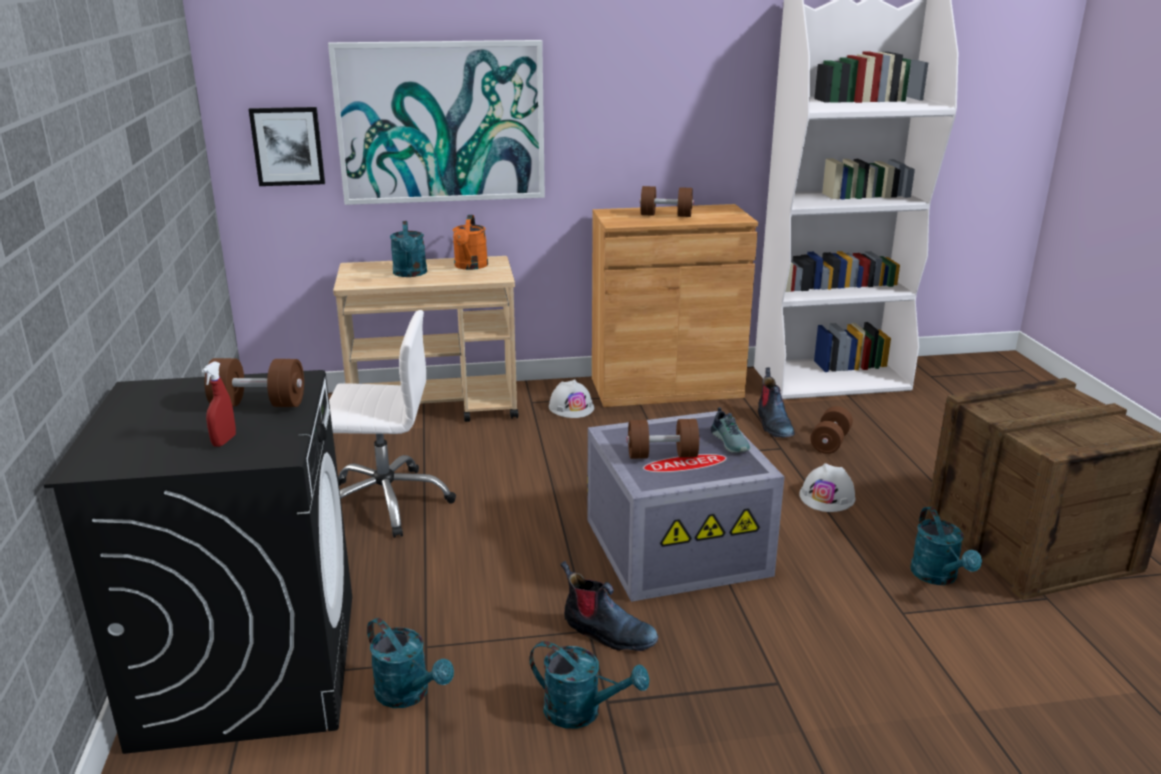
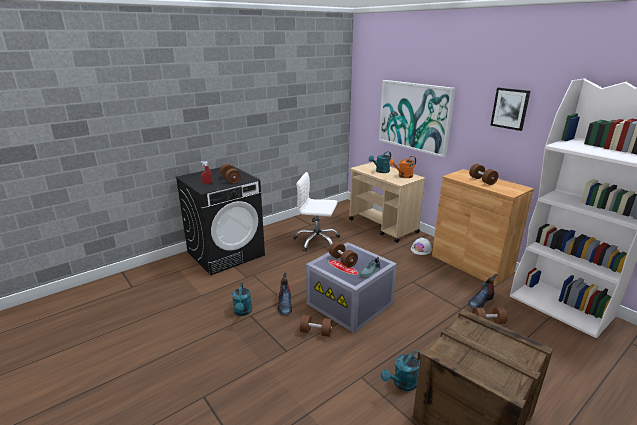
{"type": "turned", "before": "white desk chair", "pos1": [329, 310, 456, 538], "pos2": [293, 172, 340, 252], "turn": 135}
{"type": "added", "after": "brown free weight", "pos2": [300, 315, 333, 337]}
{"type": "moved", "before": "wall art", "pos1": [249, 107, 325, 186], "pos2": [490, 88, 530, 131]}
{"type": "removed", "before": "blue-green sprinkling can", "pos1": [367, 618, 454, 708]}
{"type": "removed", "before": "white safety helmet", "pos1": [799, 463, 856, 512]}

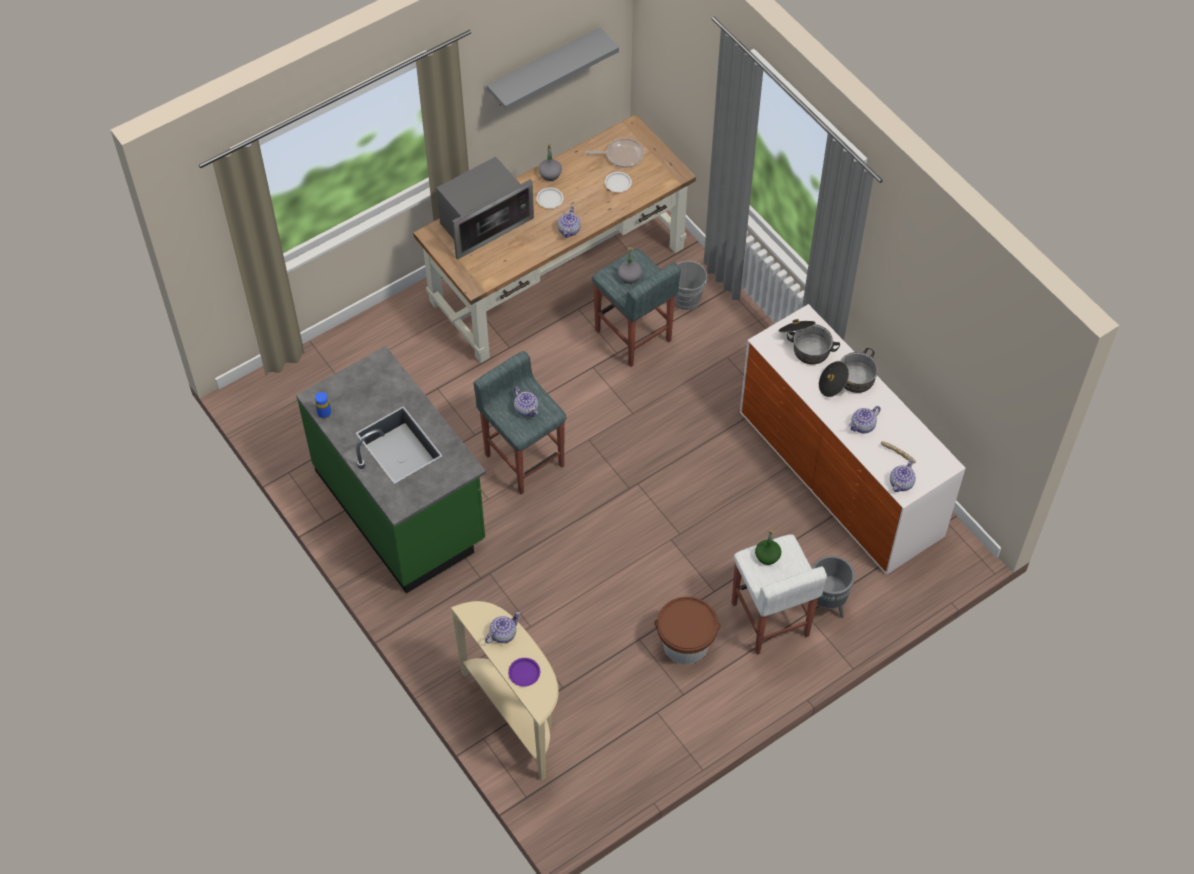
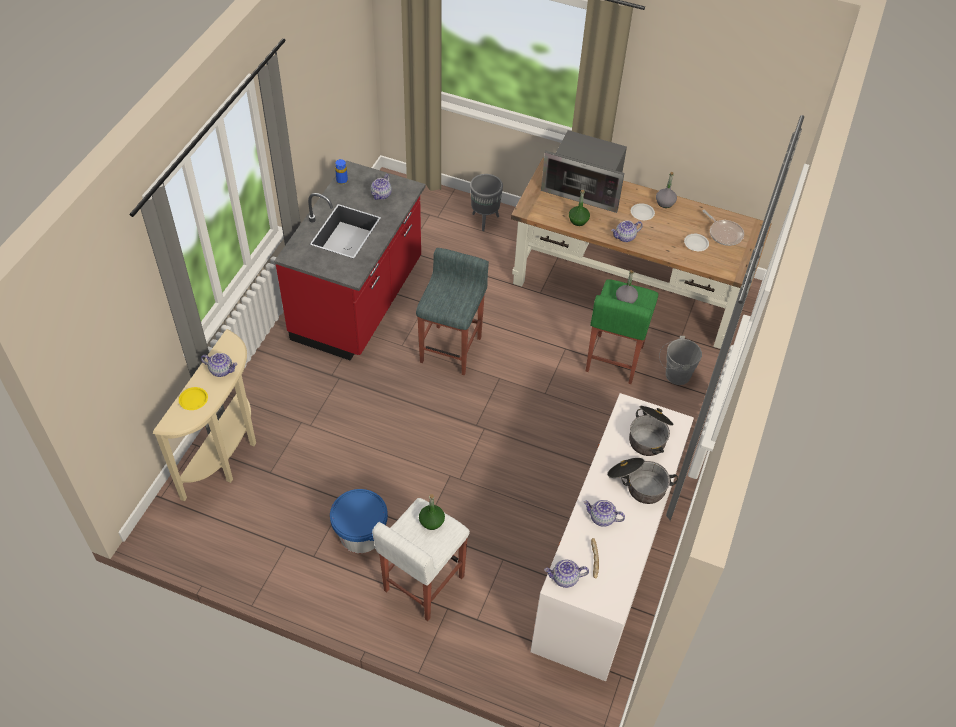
{"type": "recoloured", "before": "purple-coloured plate", "after": "yellow-coloured plate", "pos1": [508, 658, 540, 687], "pos2": [179, 387, 208, 410]}
{"type": "recoloured", "before": "green-coloured kitchen counter", "after": "red-coloured kitchen counter", "pos1": [296, 346, 486, 594], "pos2": [274, 160, 426, 361]}
{"type": "recoloured", "before": "brown pail", "after": "blue-coloured pail", "pos1": [654, 597, 720, 665], "pos2": [330, 489, 388, 553]}
{"type": "moved", "before": "tea pot", "pos1": [514, 387, 538, 417], "pos2": [371, 174, 392, 200]}
{"type": "moved", "before": "greyish plant pot", "pos1": [812, 556, 855, 618], "pos2": [470, 174, 503, 231]}
{"type": "added", "after": "green-coloured bottle", "pos2": [569, 190, 590, 226]}
{"type": "recoloured", "before": "greyish stool seat", "after": "green-coloured stool seat", "pos1": [592, 249, 681, 367], "pos2": [586, 279, 658, 384]}
{"type": "removed", "before": "greyish wall shelf", "pos1": [487, 27, 619, 110]}

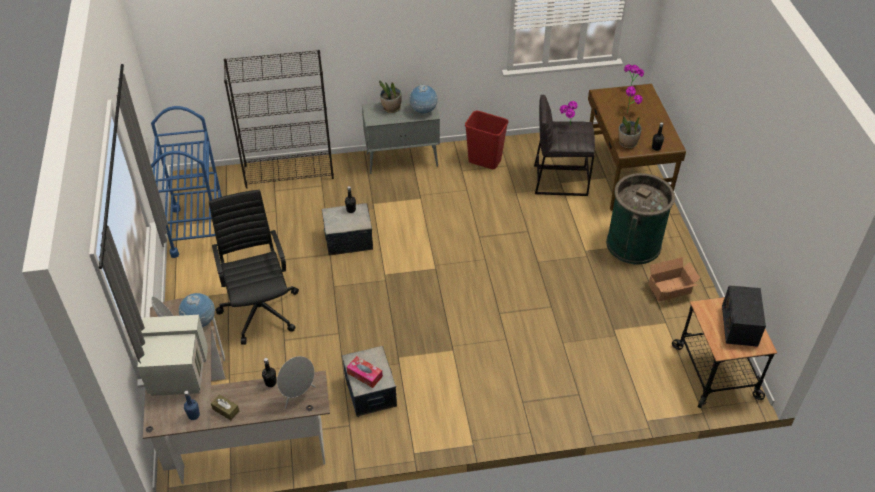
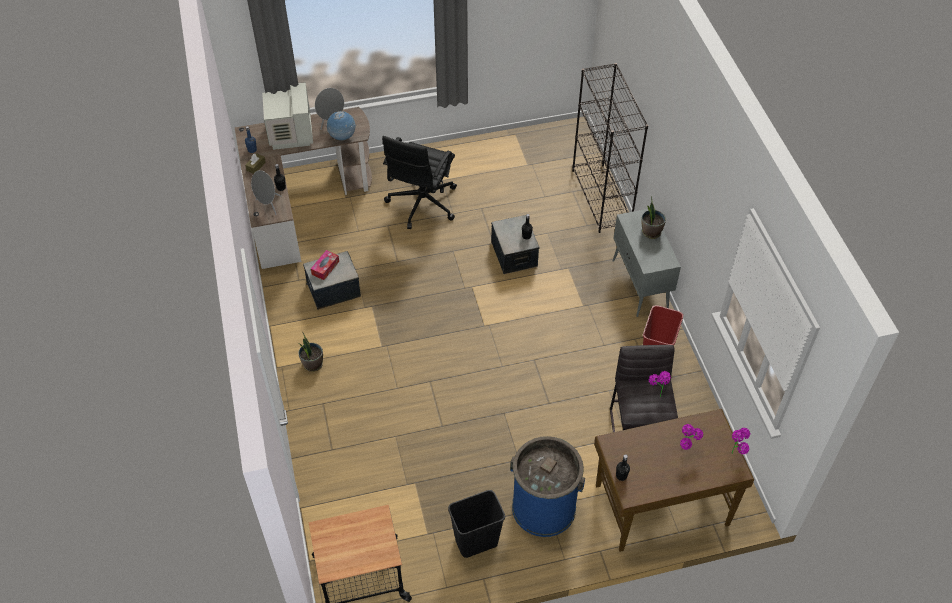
{"type": "moved", "before": "plant in a pot", "pos1": [618, 116, 642, 148], "pos2": [298, 332, 323, 372]}
{"type": "turned", "before": "black desk chair", "pos1": [209, 190, 299, 345], "pos2": [382, 136, 457, 229], "turn": 135}
{"type": "replaced", "before": "carton", "after": "black trash can", "pos1": [648, 257, 700, 302], "pos2": [448, 490, 505, 558]}
{"type": "recoloured", "before": "green-coloured trash can", "after": "blue-coloured trash can", "pos1": [606, 173, 675, 264], "pos2": [510, 436, 585, 537]}
{"type": "removed", "before": "blue-coloured trolley", "pos1": [151, 106, 222, 258]}
{"type": "removed", "before": "desk globe", "pos1": [410, 85, 438, 114]}
{"type": "removed", "before": "radio receiver", "pos1": [722, 285, 766, 347]}

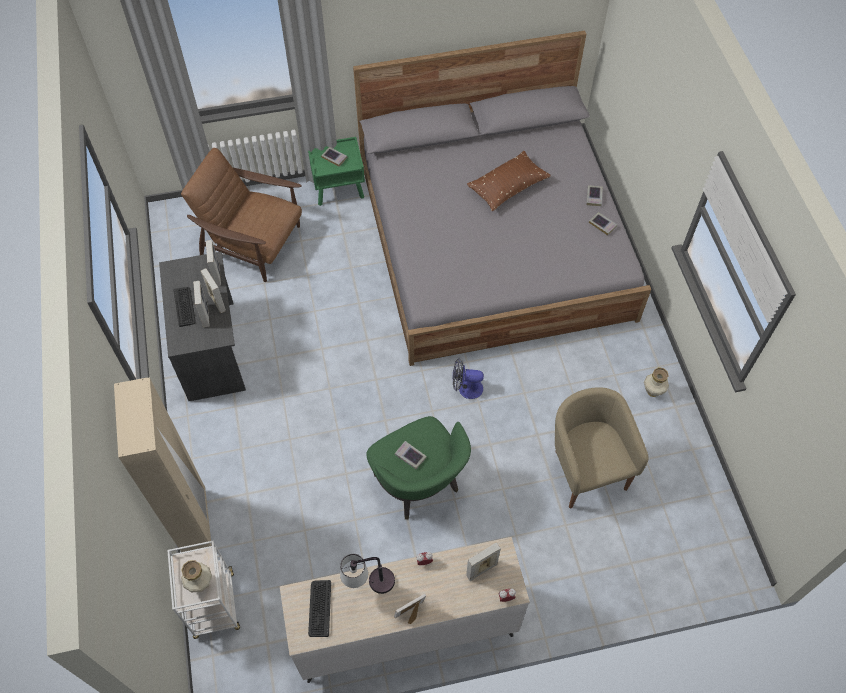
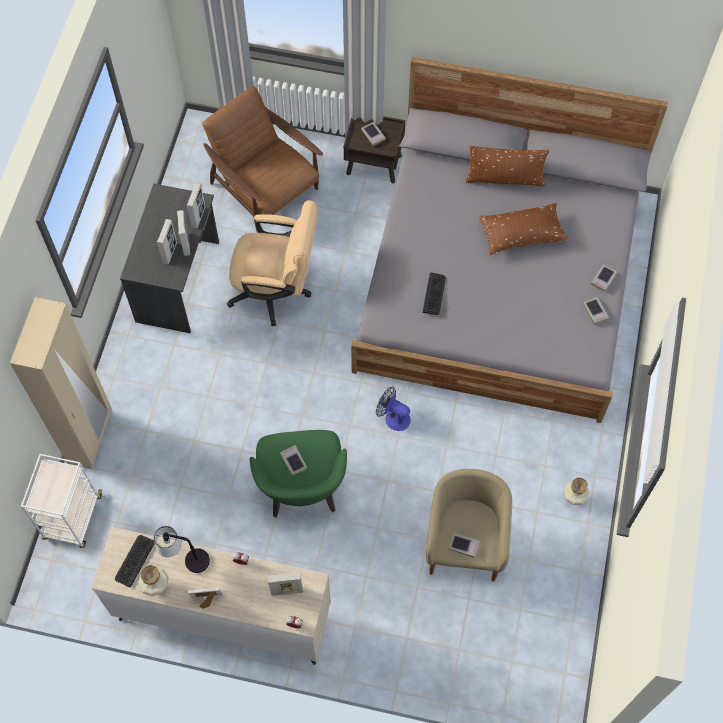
{"type": "moved", "before": "flower vase", "pos1": [181, 560, 212, 593], "pos2": [139, 565, 169, 596]}
{"type": "added", "after": "sand-coloured desk chair", "pos2": [227, 200, 317, 326]}
{"type": "recoloured", "before": "green-coloured bedside table", "after": "brown bedside table", "pos1": [308, 137, 365, 206], "pos2": [344, 116, 405, 183]}
{"type": "moved", "before": "PC keyboard", "pos1": [173, 287, 196, 327], "pos2": [423, 272, 446, 315]}
{"type": "added", "after": "volume", "pos2": [448, 533, 480, 558]}
{"type": "added", "after": "brown throw pillow", "pos2": [465, 146, 549, 187]}

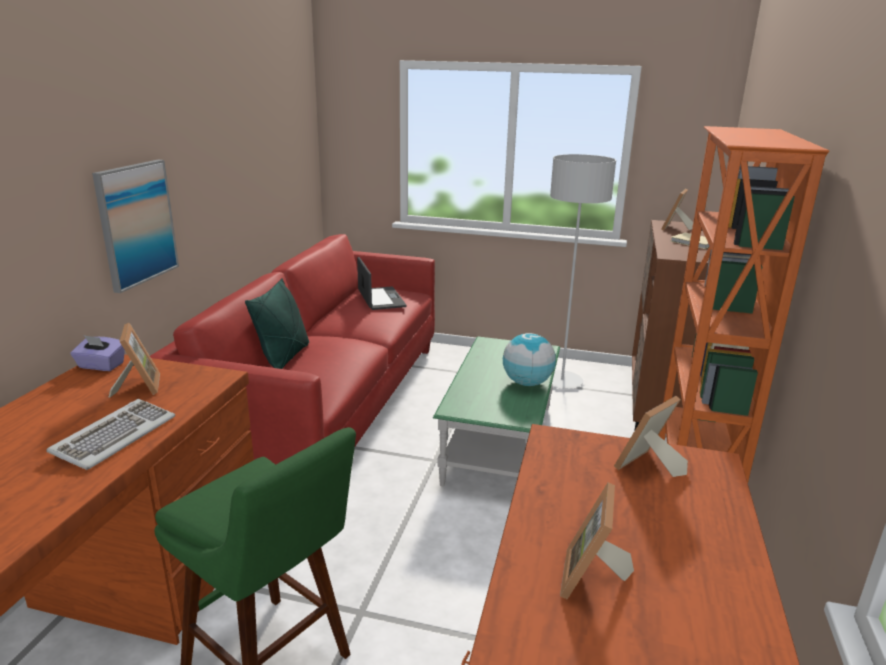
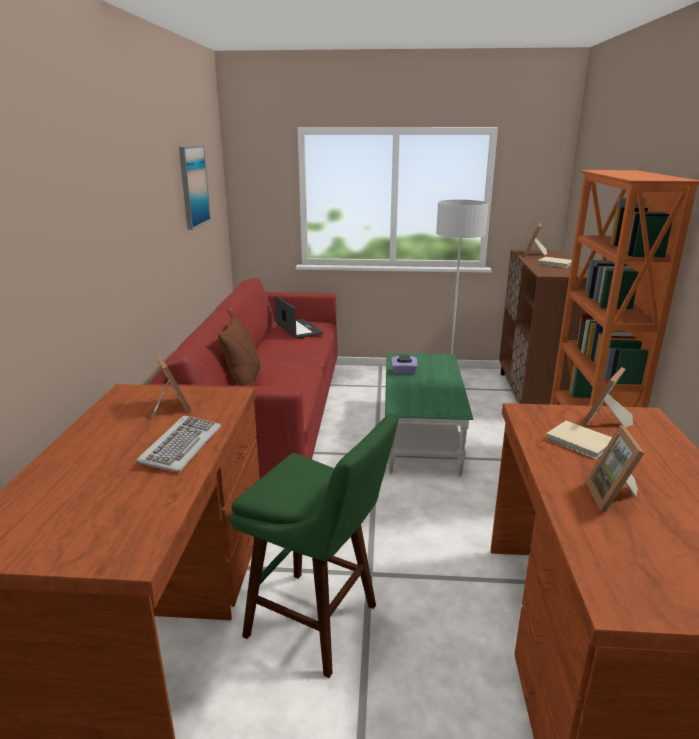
{"type": "moved", "before": "wall art", "pos1": [92, 160, 179, 293], "pos2": [179, 145, 211, 230]}
{"type": "recoloured", "before": "green-coloured throw pillow", "after": "brown throw pillow", "pos1": [245, 278, 309, 369], "pos2": [218, 315, 261, 386]}
{"type": "moved", "before": "purple-coloured tissue holder", "pos1": [70, 335, 125, 371], "pos2": [391, 355, 418, 375]}
{"type": "added", "after": "sand-coloured volume", "pos2": [545, 421, 612, 459]}
{"type": "removed", "before": "desk globe", "pos1": [503, 333, 556, 386]}

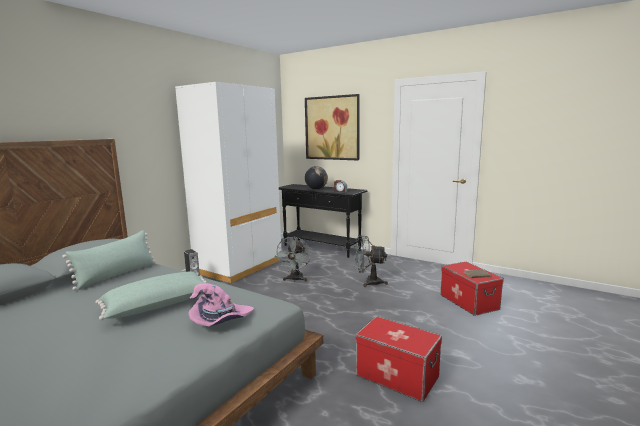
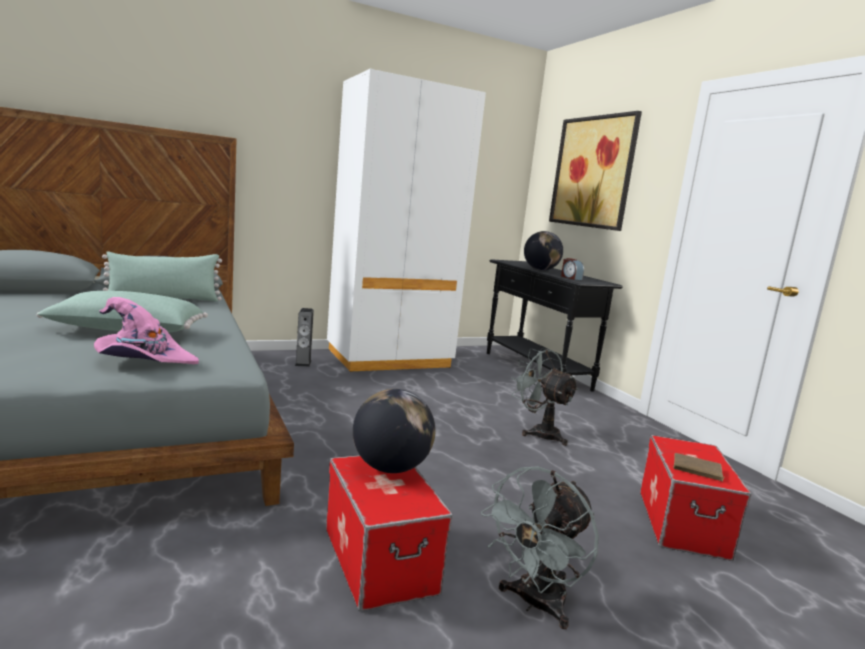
{"type": "added", "after": "desk globe", "pos2": [353, 389, 436, 473]}
{"type": "moved", "before": "greyish fan", "pos1": [275, 236, 311, 282], "pos2": [481, 466, 599, 629]}

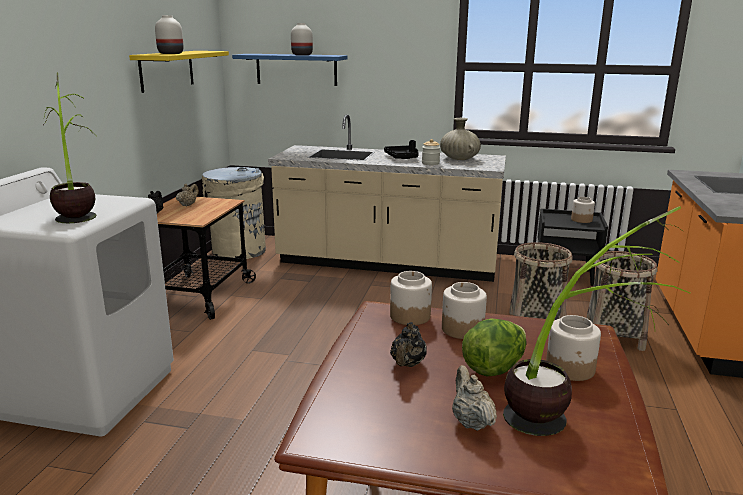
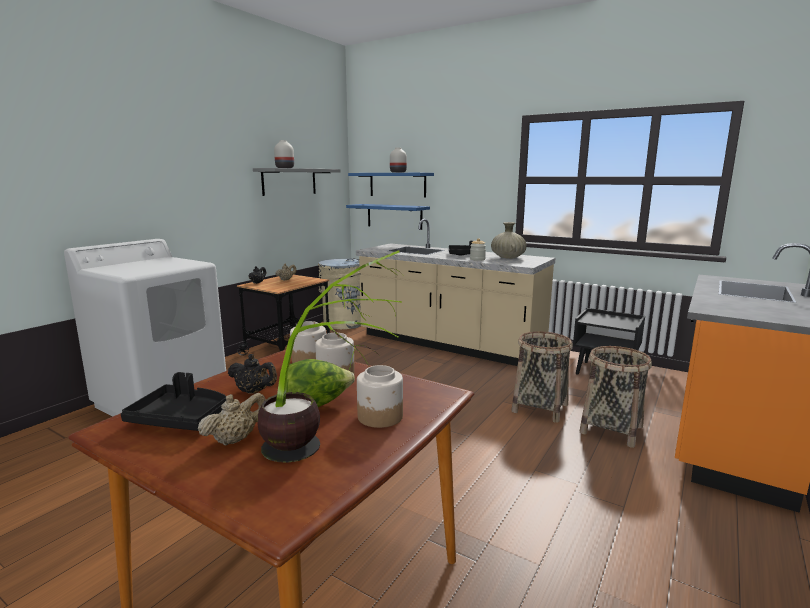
{"type": "added", "after": "black serving tray", "pos2": [121, 372, 226, 431]}
{"type": "turned", "before": "sand-coloured tea pot", "pos1": [452, 365, 497, 431], "pos2": [198, 393, 266, 446], "turn": 45}
{"type": "turned", "before": "black tea pot", "pos1": [390, 322, 427, 367], "pos2": [228, 354, 277, 394], "turn": -105}
{"type": "recoloured", "before": "yellow-coloured wall shelf", "after": "greyish wall shelf", "pos1": [129, 51, 229, 93], "pos2": [253, 168, 341, 196]}
{"type": "added", "after": "blue-coloured wall shelf", "pos2": [346, 204, 430, 230]}
{"type": "removed", "before": "plant in a pot", "pos1": [44, 72, 97, 223]}
{"type": "removed", "before": "storage jar", "pos1": [571, 197, 595, 223]}

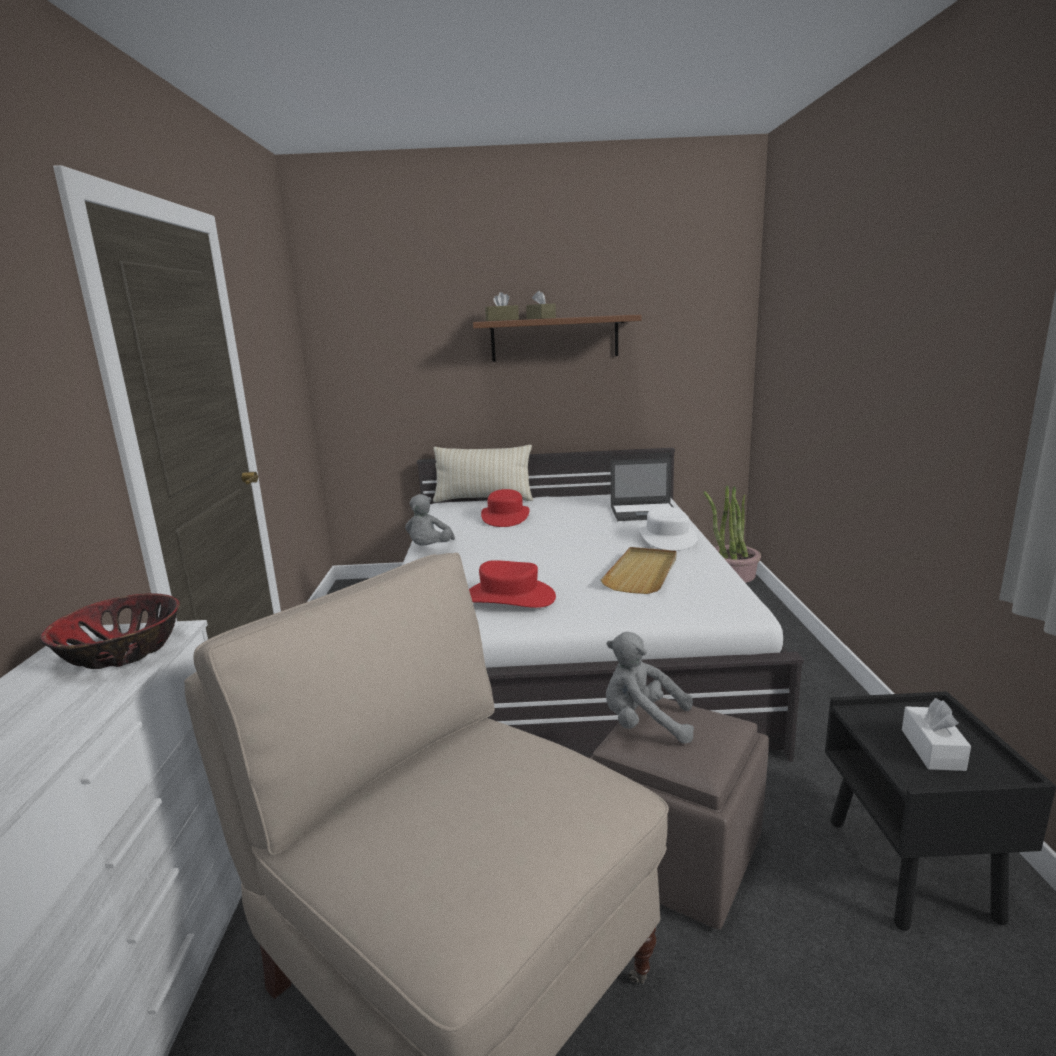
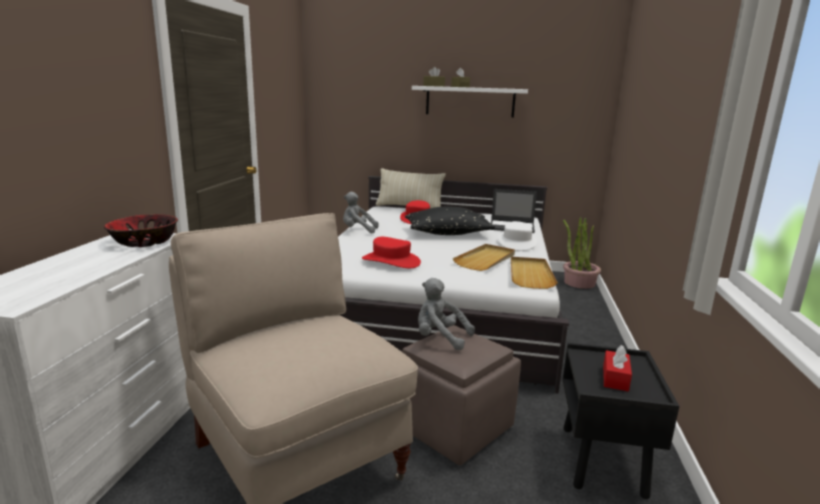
{"type": "turned", "before": "greyish plush toy", "pos1": [405, 494, 455, 546], "pos2": [343, 192, 379, 233], "turn": 75}
{"type": "added", "after": "black throw pillow", "pos2": [405, 207, 495, 235]}
{"type": "recoloured", "before": "brown wall shelf", "after": "white wall shelf", "pos1": [473, 315, 642, 362], "pos2": [412, 86, 528, 118]}
{"type": "added", "after": "sand-coloured serving tray", "pos2": [511, 257, 558, 289]}
{"type": "recoloured", "before": "white tissue holder", "after": "red-coloured tissue holder", "pos1": [902, 698, 971, 771], "pos2": [603, 345, 632, 392]}

